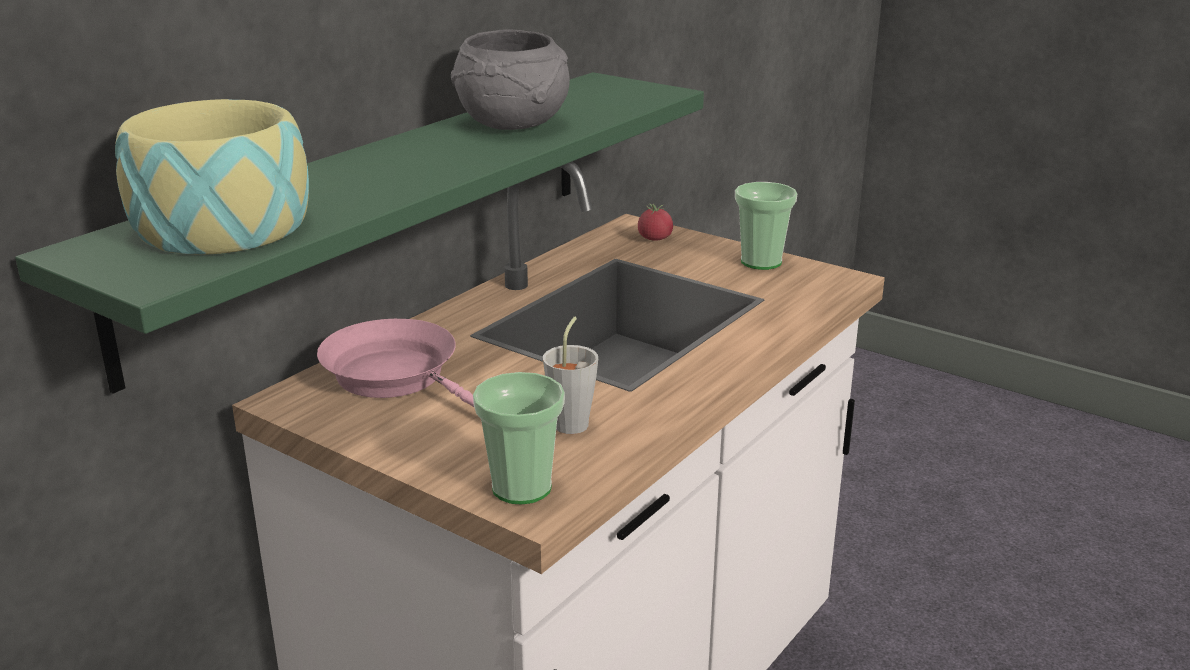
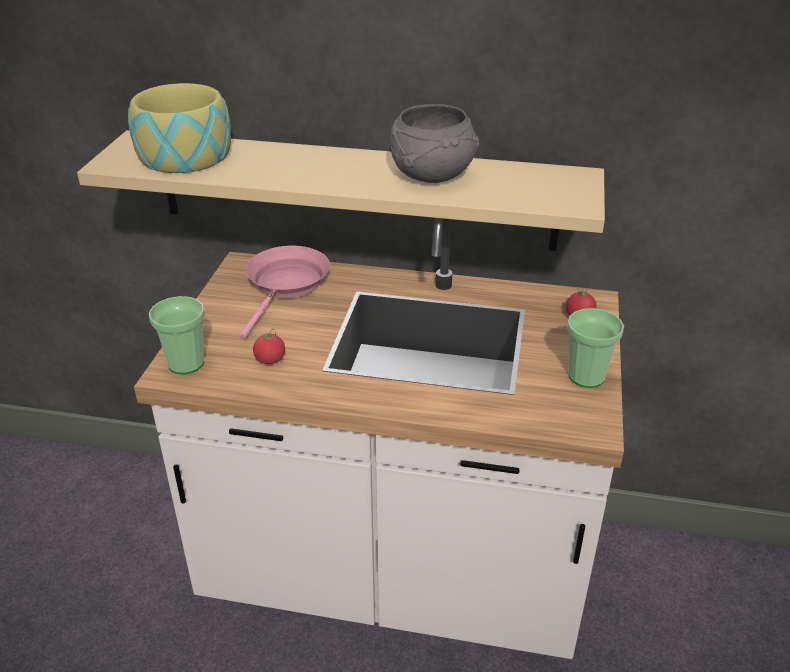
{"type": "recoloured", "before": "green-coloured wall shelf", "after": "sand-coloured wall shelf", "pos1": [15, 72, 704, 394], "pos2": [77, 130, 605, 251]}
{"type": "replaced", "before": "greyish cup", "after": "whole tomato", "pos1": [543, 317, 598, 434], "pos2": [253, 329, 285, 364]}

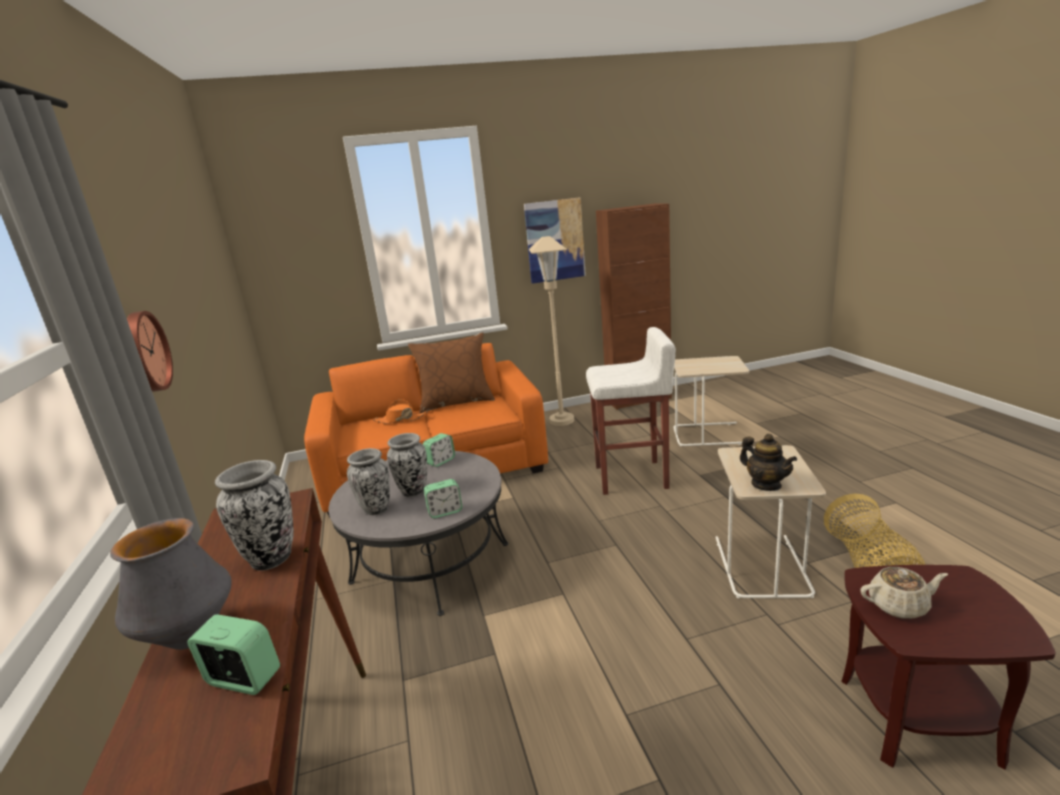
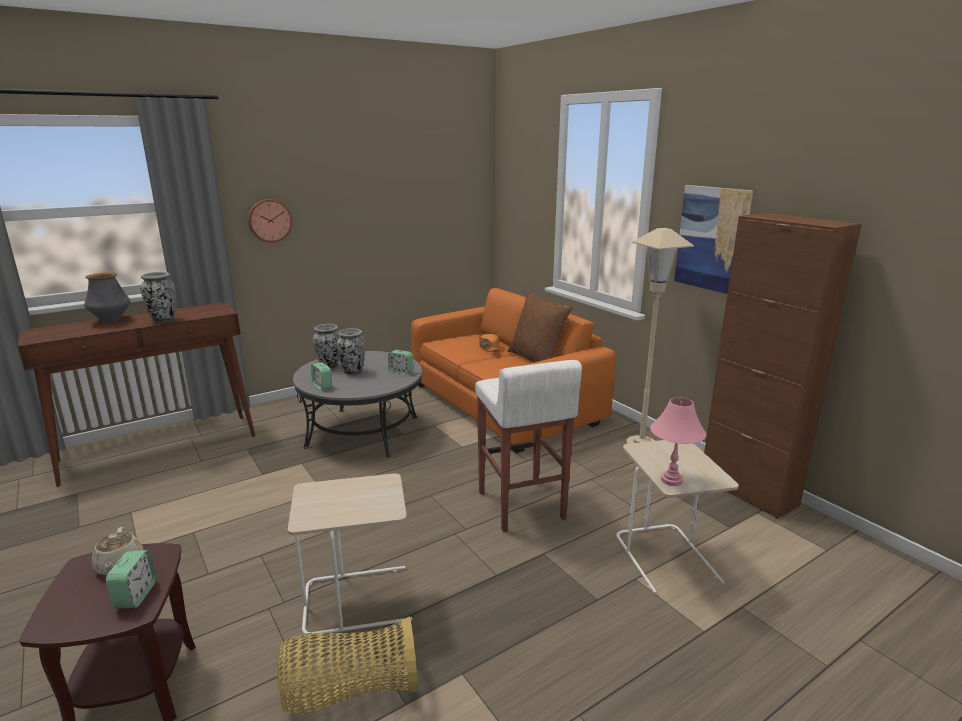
{"type": "moved", "before": "table clock", "pos1": [187, 614, 280, 695], "pos2": [106, 550, 156, 608]}
{"type": "added", "after": "pink-coloured lamp for a table", "pos2": [650, 397, 706, 486]}
{"type": "removed", "before": "tea pot", "pos1": [740, 434, 797, 491]}

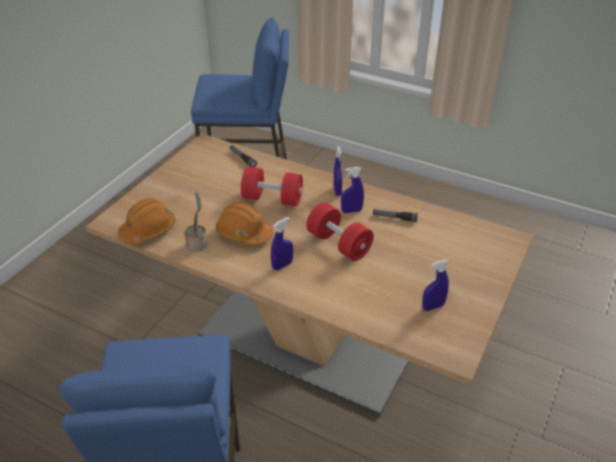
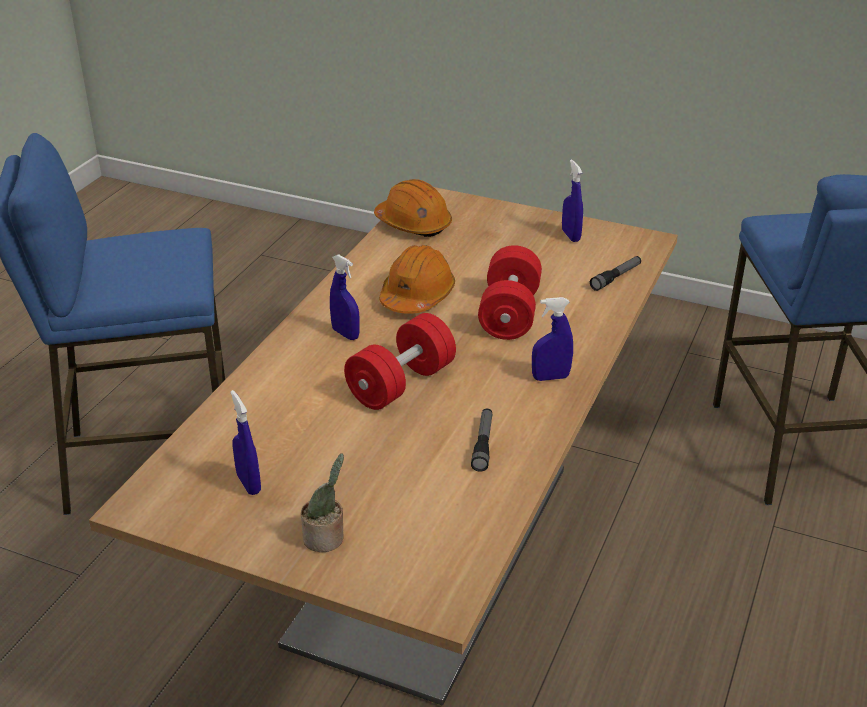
{"type": "moved", "before": "plant in a pot", "pos1": [184, 192, 207, 252], "pos2": [301, 453, 344, 552]}
{"type": "moved", "before": "blue-coloured spray bottle", "pos1": [341, 167, 364, 213], "pos2": [562, 159, 583, 242]}

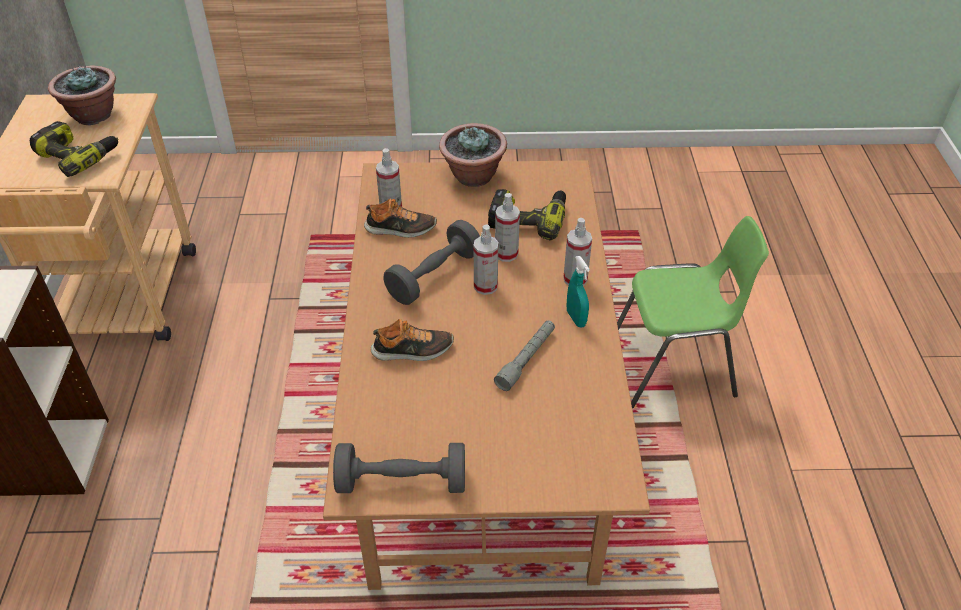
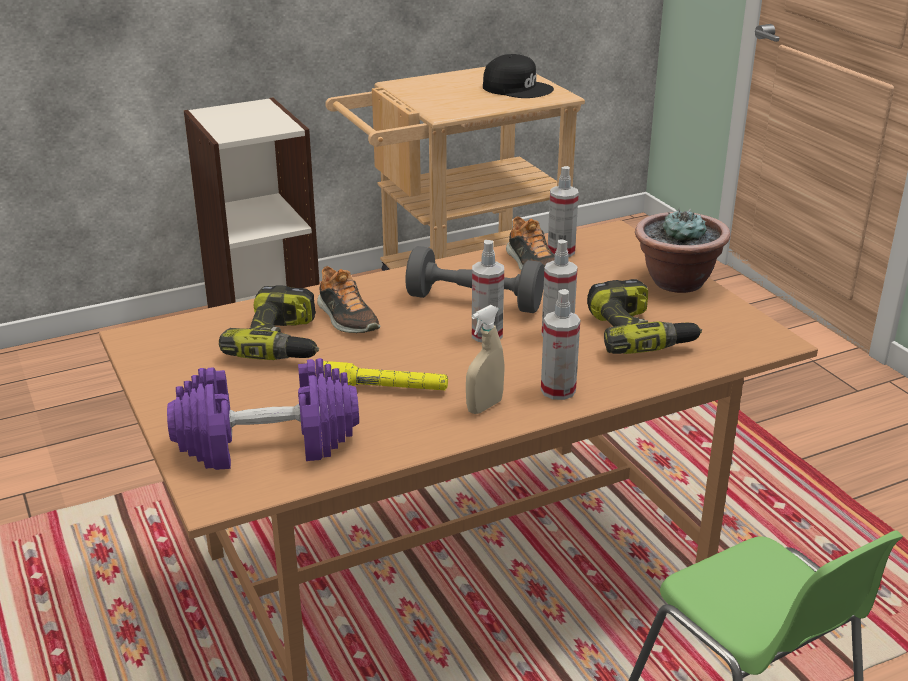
{"type": "added", "after": "purple-coloured free weight", "pos2": [167, 358, 359, 470]}
{"type": "moved", "before": "drill", "pos1": [30, 121, 119, 177], "pos2": [219, 285, 319, 360]}
{"type": "recoloured", "before": "greyish hand torch", "after": "yellow-coloured hand torch", "pos1": [494, 320, 555, 391], "pos2": [323, 361, 448, 390]}
{"type": "recoloured", "before": "blue-green spray bottle", "after": "sand-coloured spray bottle", "pos1": [567, 256, 590, 327], "pos2": [466, 305, 504, 414]}
{"type": "replaced", "before": "plant in a pot", "after": "black cap", "pos1": [48, 65, 116, 125], "pos2": [483, 54, 554, 98]}
{"type": "removed", "before": "greyish free weight", "pos1": [333, 443, 465, 493]}

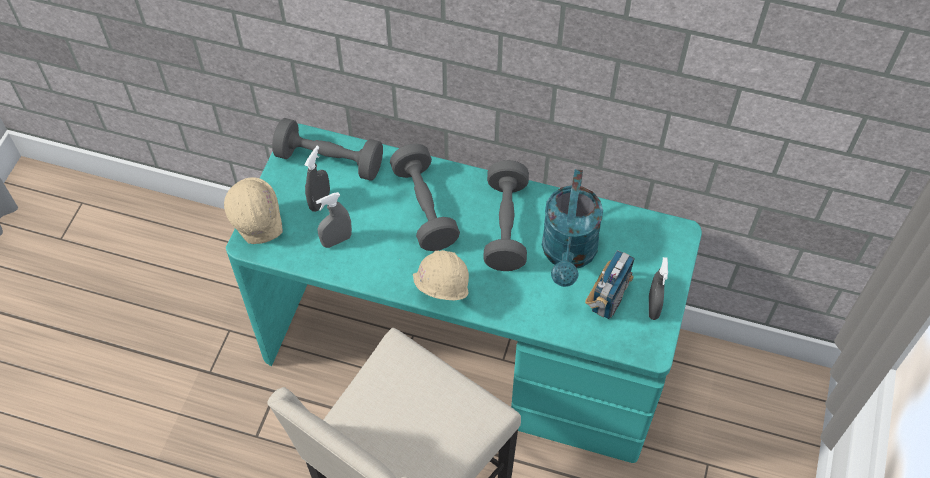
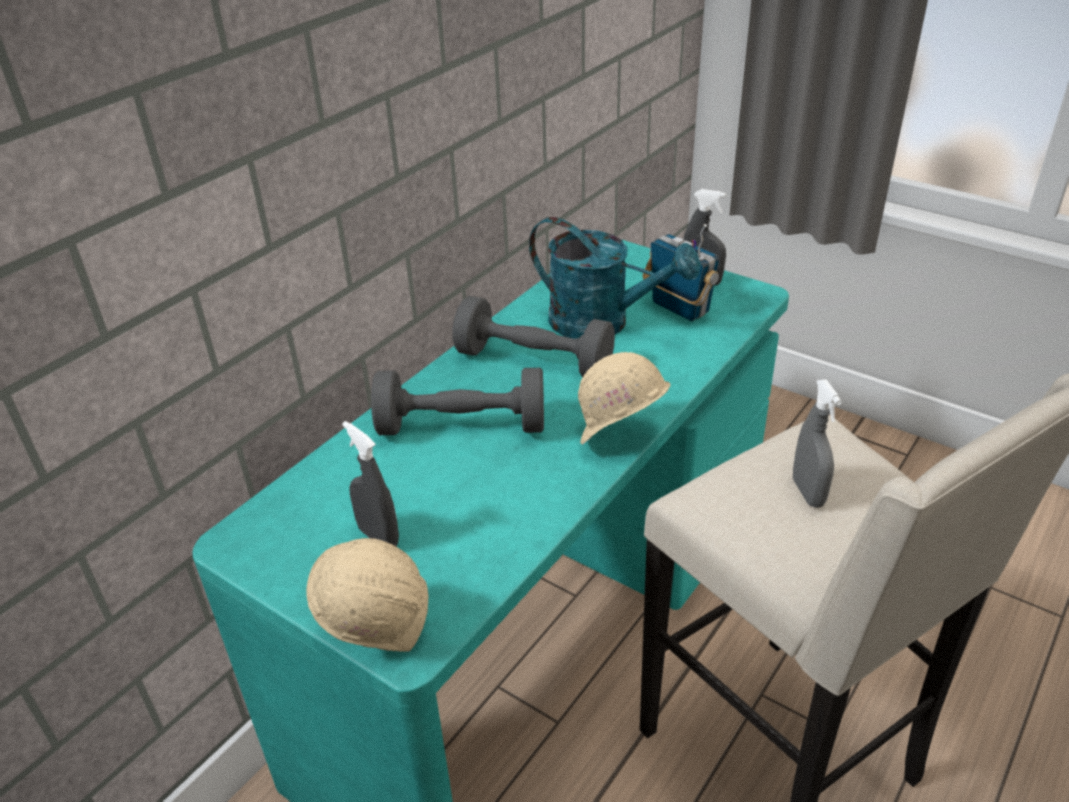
{"type": "moved", "before": "greyish spray bottle", "pos1": [316, 192, 352, 248], "pos2": [793, 379, 842, 508]}
{"type": "removed", "before": "greyish free weight", "pos1": [272, 118, 383, 181]}

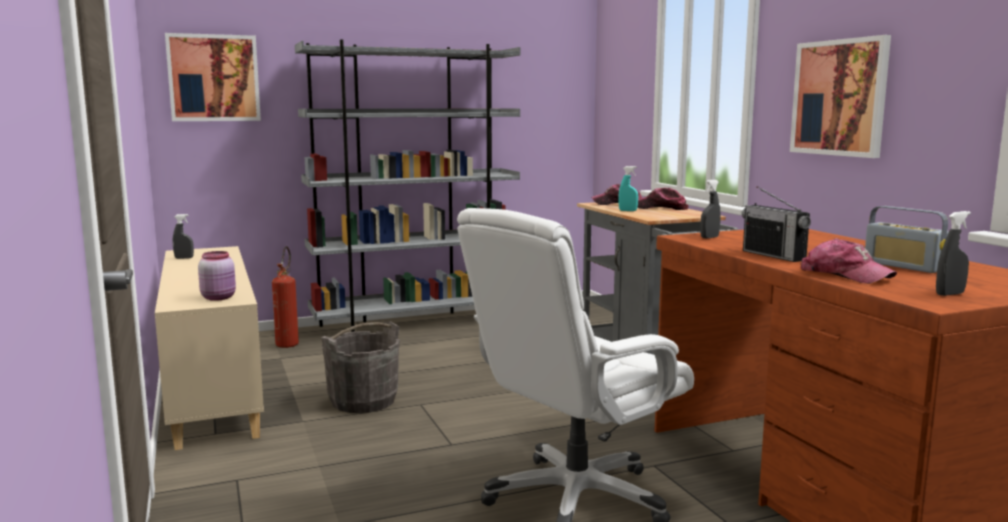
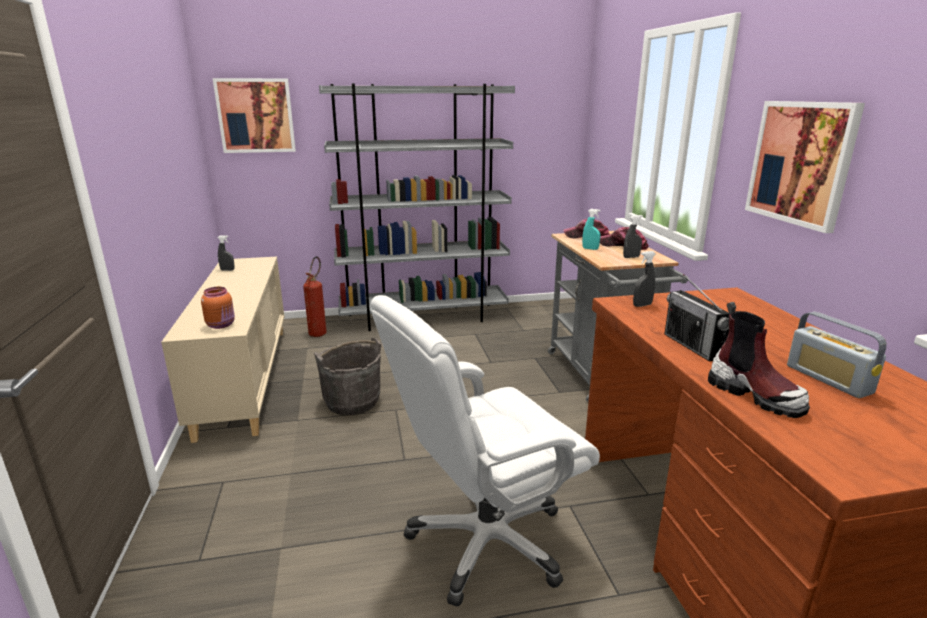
{"type": "recoloured", "before": "pink-coloured storage jar", "after": "orangey storage jar", "pos1": [198, 251, 236, 301], "pos2": [201, 287, 235, 329]}
{"type": "moved", "before": "greyish spray bottle", "pos1": [936, 211, 971, 296], "pos2": [623, 215, 643, 258]}
{"type": "replaced", "before": "cap", "after": "high-top boot", "pos1": [801, 238, 897, 284], "pos2": [708, 302, 810, 418]}

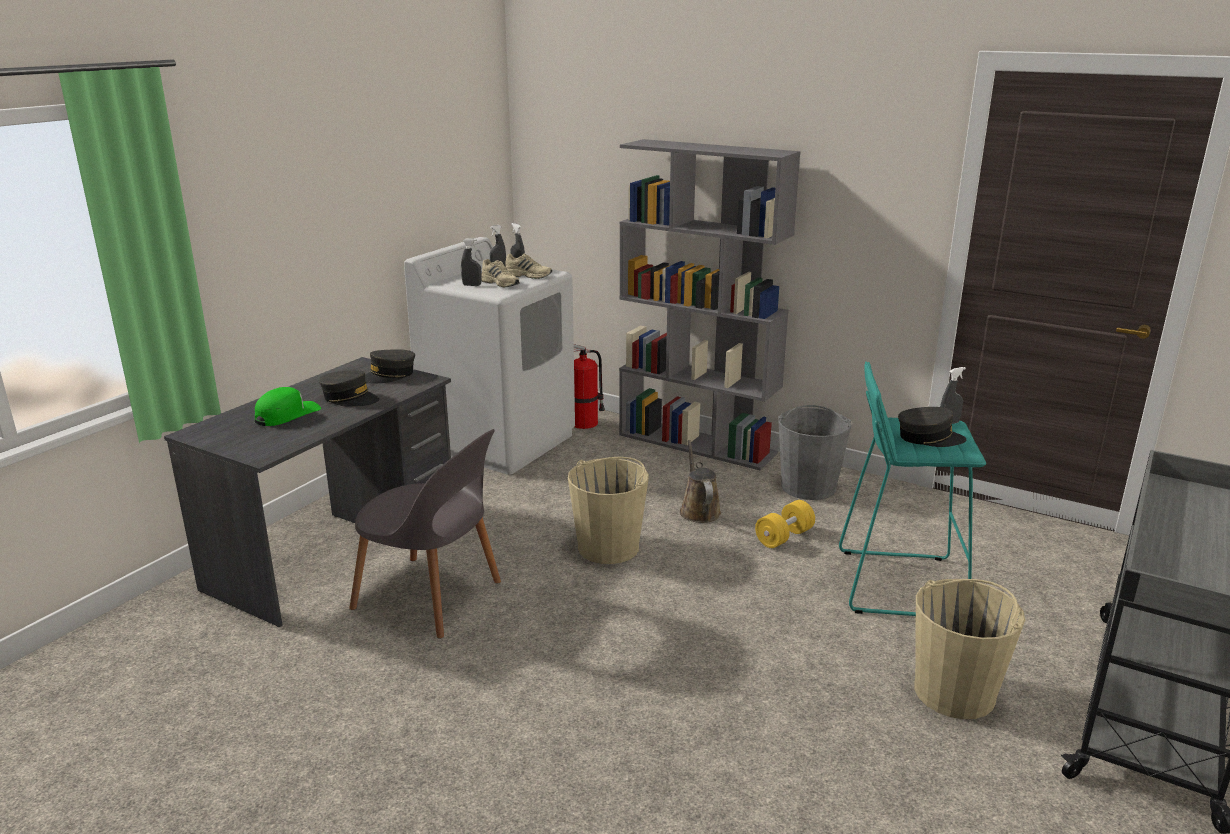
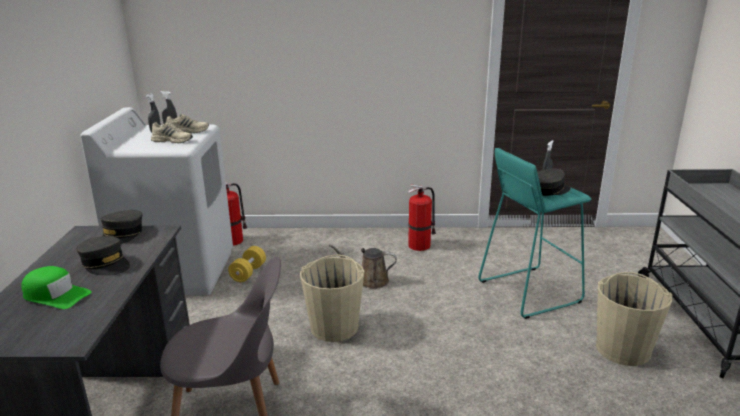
{"type": "turned", "before": "green-coloured cap", "pos1": [255, 387, 321, 426], "pos2": [21, 266, 92, 309], "turn": 105}
{"type": "turned", "before": "greyish cap", "pos1": [319, 371, 380, 407], "pos2": [76, 236, 130, 276], "turn": 45}
{"type": "moved", "before": "yellow-coloured free weight", "pos1": [755, 500, 815, 548], "pos2": [228, 246, 266, 282]}
{"type": "turned", "before": "brown sprinkling can", "pos1": [680, 440, 721, 523], "pos2": [329, 244, 397, 289], "turn": -45}
{"type": "replaced", "before": "greyish pail", "after": "extinguisher", "pos1": [778, 405, 851, 500], "pos2": [408, 184, 436, 251]}
{"type": "removed", "before": "greyish spray bottle", "pos1": [461, 238, 482, 286]}
{"type": "removed", "before": "greyish shelving unit", "pos1": [619, 139, 801, 470]}

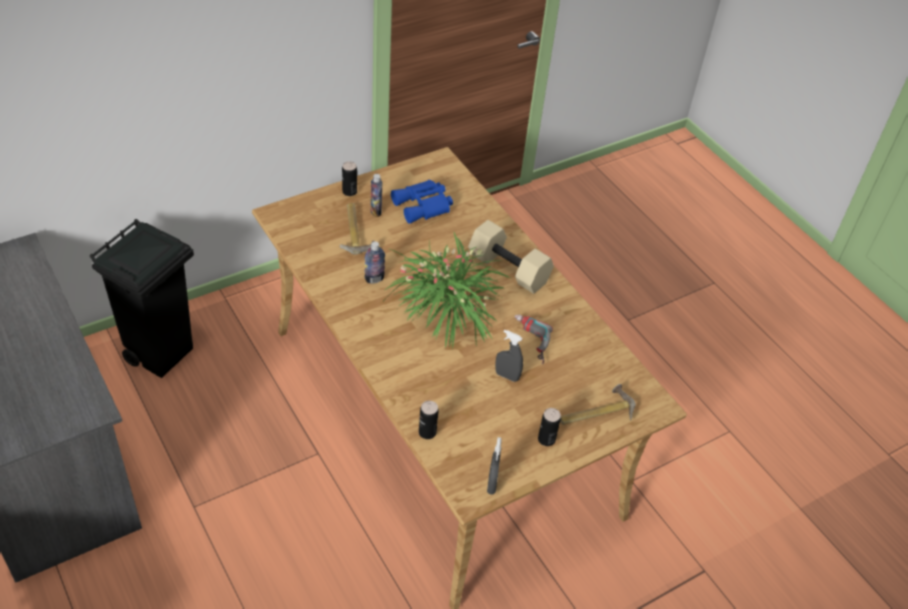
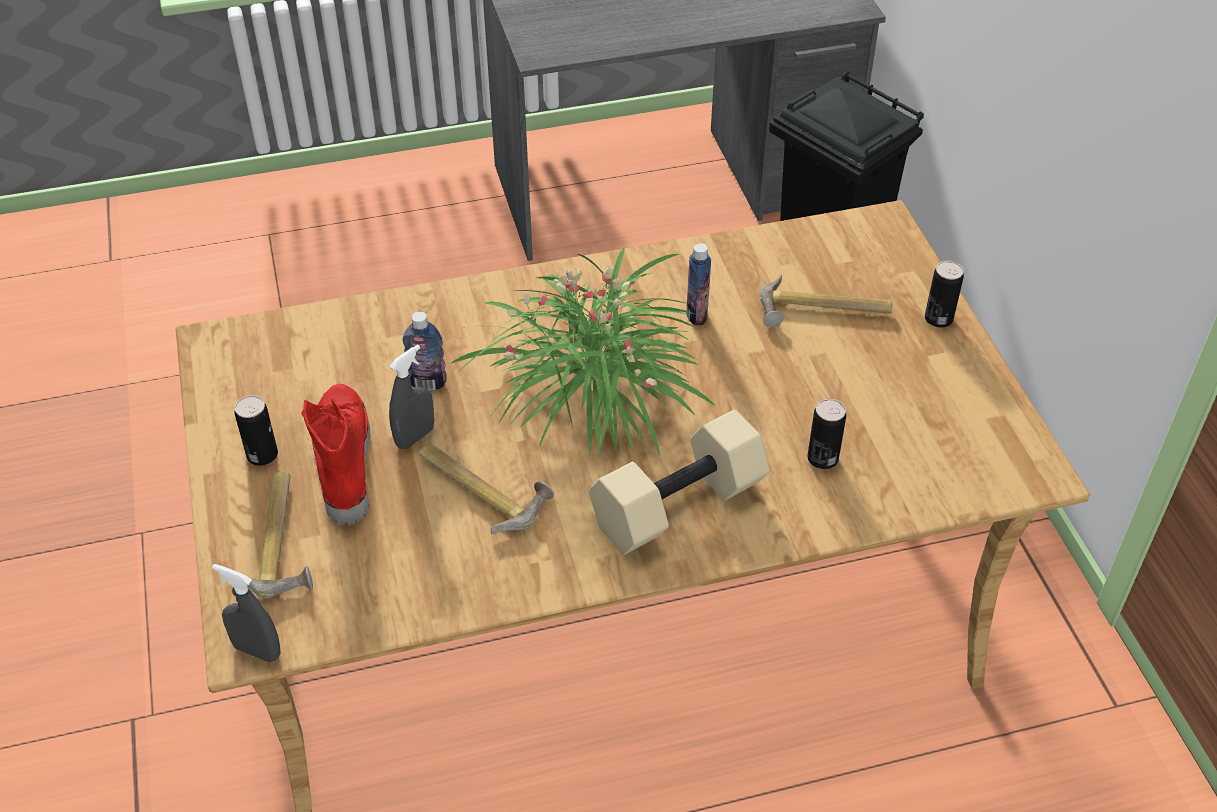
{"type": "moved", "before": "greyish spray bottle", "pos1": [487, 437, 502, 495], "pos2": [212, 564, 280, 662]}
{"type": "added", "after": "red-coloured high-top boot", "pos2": [301, 384, 370, 525]}
{"type": "moved", "before": "bottle", "pos1": [371, 174, 382, 217], "pos2": [402, 311, 447, 391]}
{"type": "replaced", "before": "drill", "after": "hand hammer", "pos1": [514, 315, 553, 365], "pos2": [419, 443, 554, 534]}
{"type": "moved", "before": "sealed can", "pos1": [419, 401, 439, 439], "pos2": [807, 399, 846, 469]}
{"type": "removed", "before": "blue-coloured binoculars", "pos1": [391, 180, 453, 224]}

